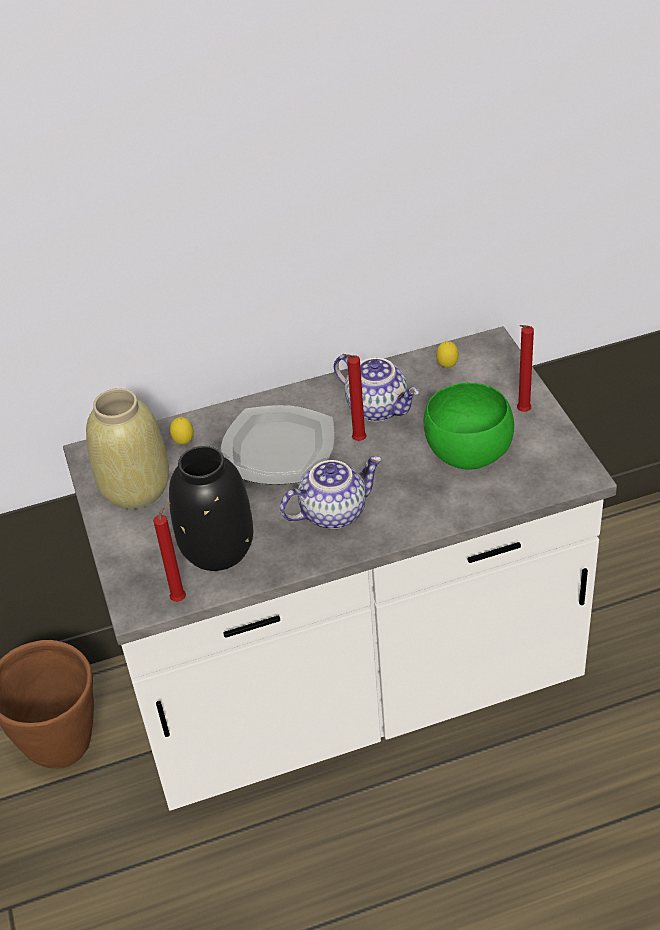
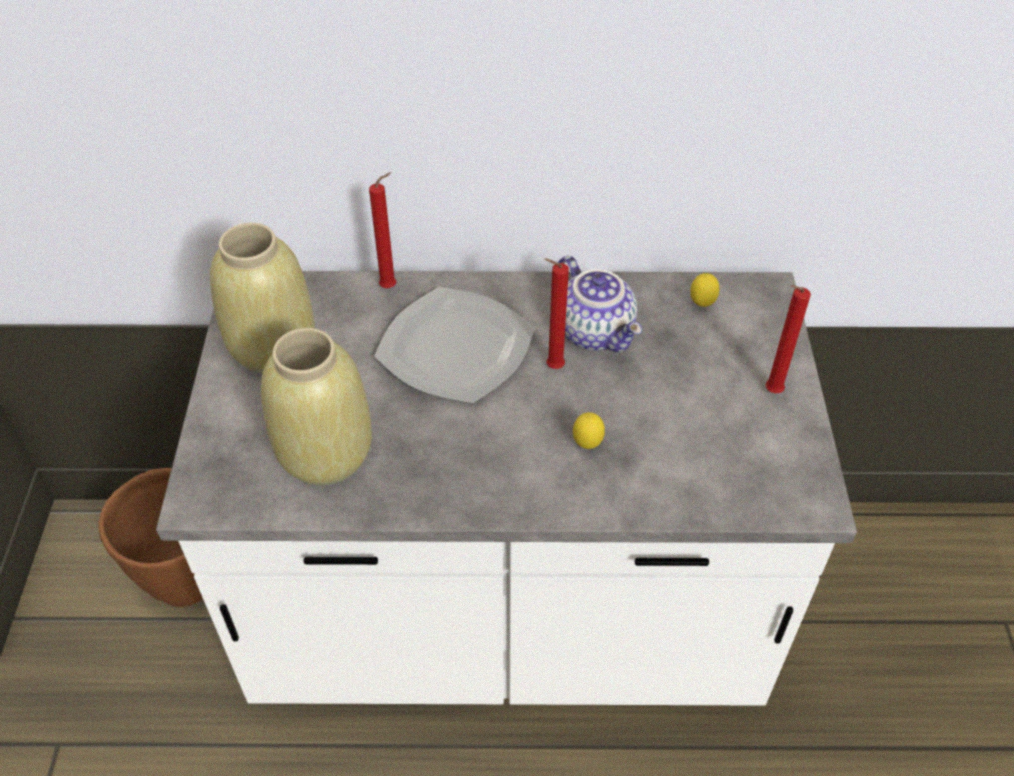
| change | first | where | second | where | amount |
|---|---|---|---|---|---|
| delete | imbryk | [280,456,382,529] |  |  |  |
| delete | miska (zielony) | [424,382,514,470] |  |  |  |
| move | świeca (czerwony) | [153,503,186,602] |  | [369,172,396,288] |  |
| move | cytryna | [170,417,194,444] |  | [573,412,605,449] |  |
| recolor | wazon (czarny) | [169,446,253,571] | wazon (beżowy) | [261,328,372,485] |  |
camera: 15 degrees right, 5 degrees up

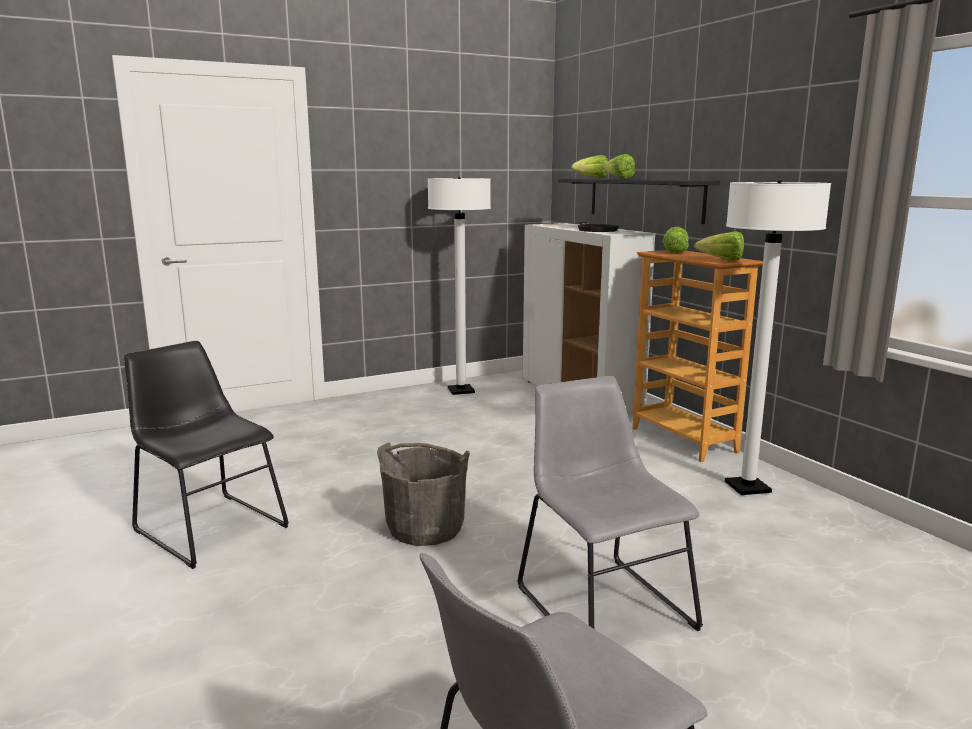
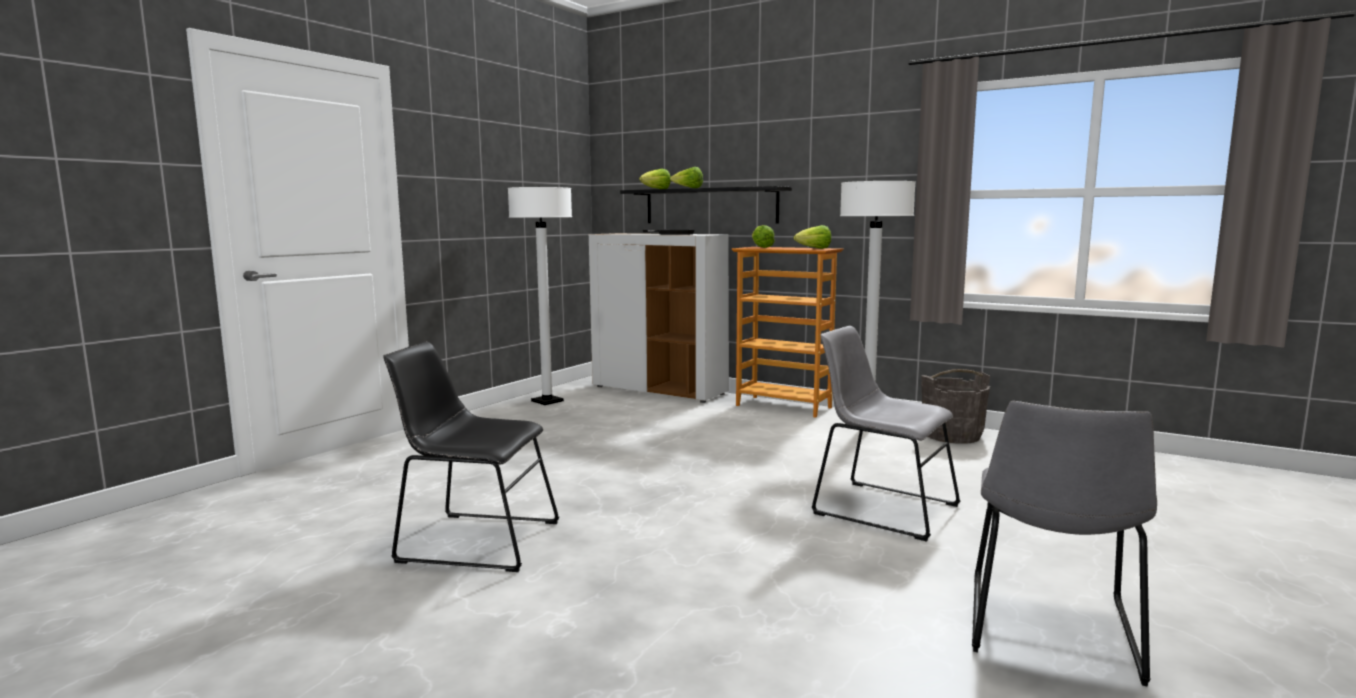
| change | first | where | second | where | amount |
|---|---|---|---|---|---|
| move | wiadro (szary) | [377,443,470,546] |  | [921,369,990,444] |  |
camera: 30 degrees left, 5 degrees down

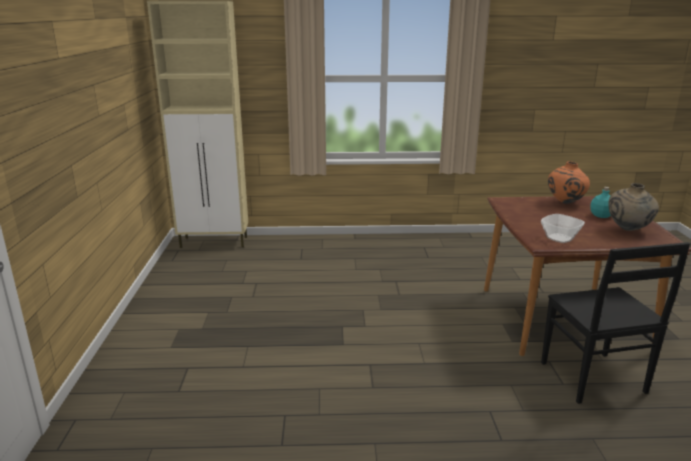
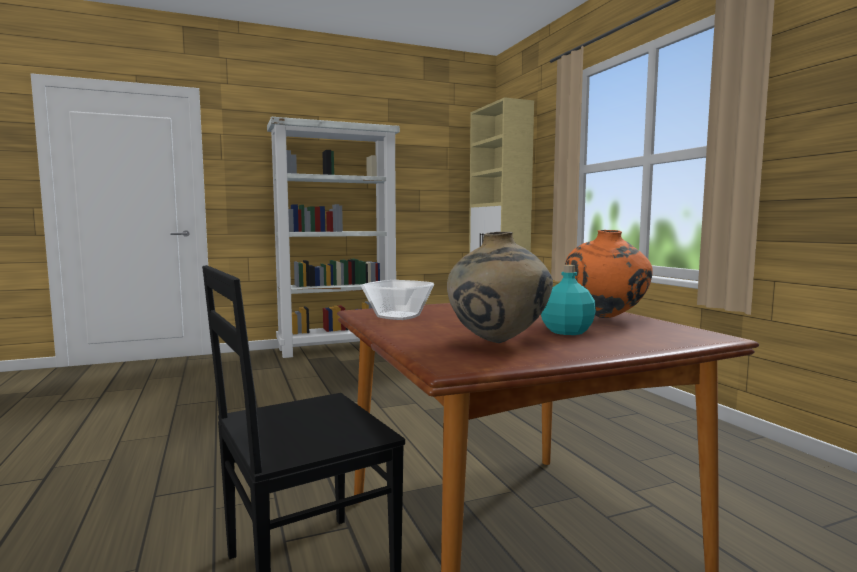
| change | first | where | second | where | amount |
|---|---|---|---|---|---|
| insert |  |  | regał (biały) | [267,117,400,358] |  |
camera: 70 degrees right, 15 degrees down

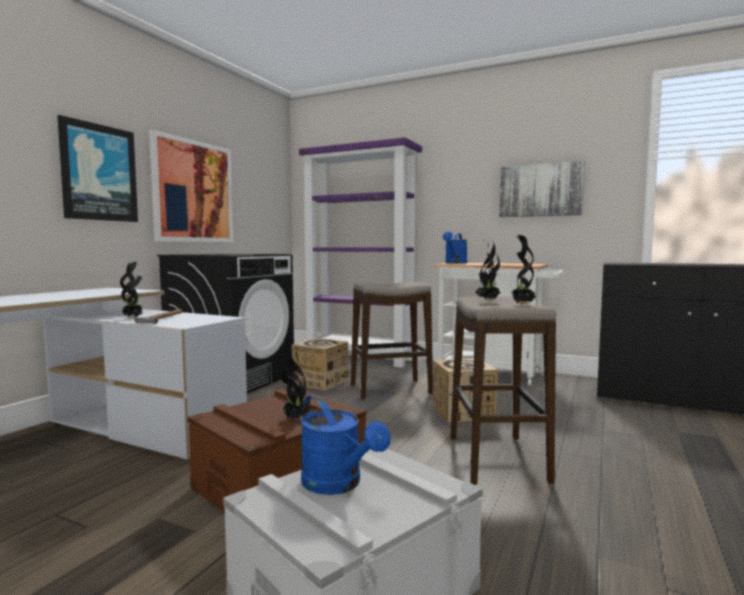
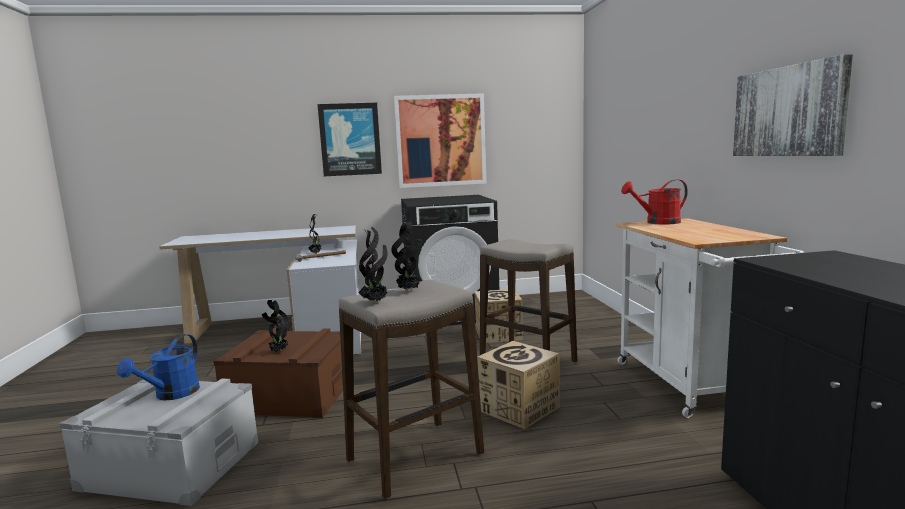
| change | first | where | second | where | amount |
|---|---|---|---|---|---|
| delete | regał (fioletowy) | [299,137,422,368] |  |  |  |
| recolor | konewka (niebieski) | [443,231,467,264] | konewka (czerwony) | [621,180,688,224] |  |
camera: 55 degrees right, 5 degrees up

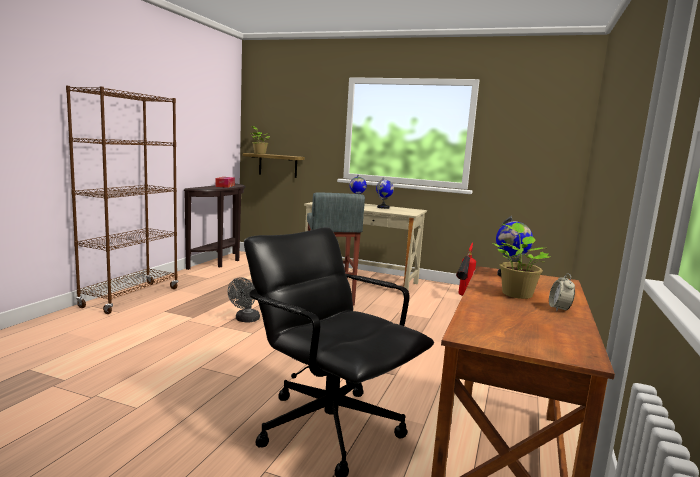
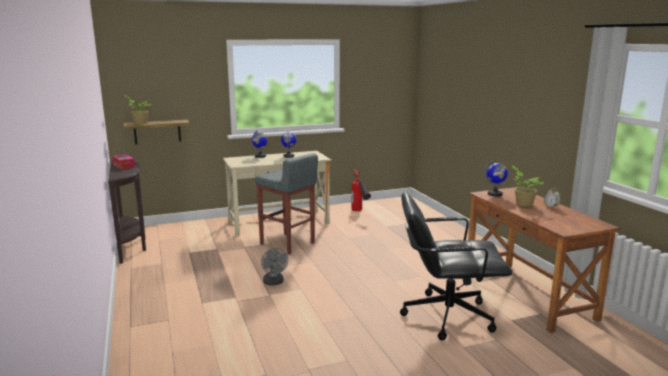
| change | first | where | second | where | amount |
|---|---|---|---|---|---|
| delete | regał (brązowy) | [66,86,178,314] |  |  |  |
camera: 40 degrees left, 5 degrees up

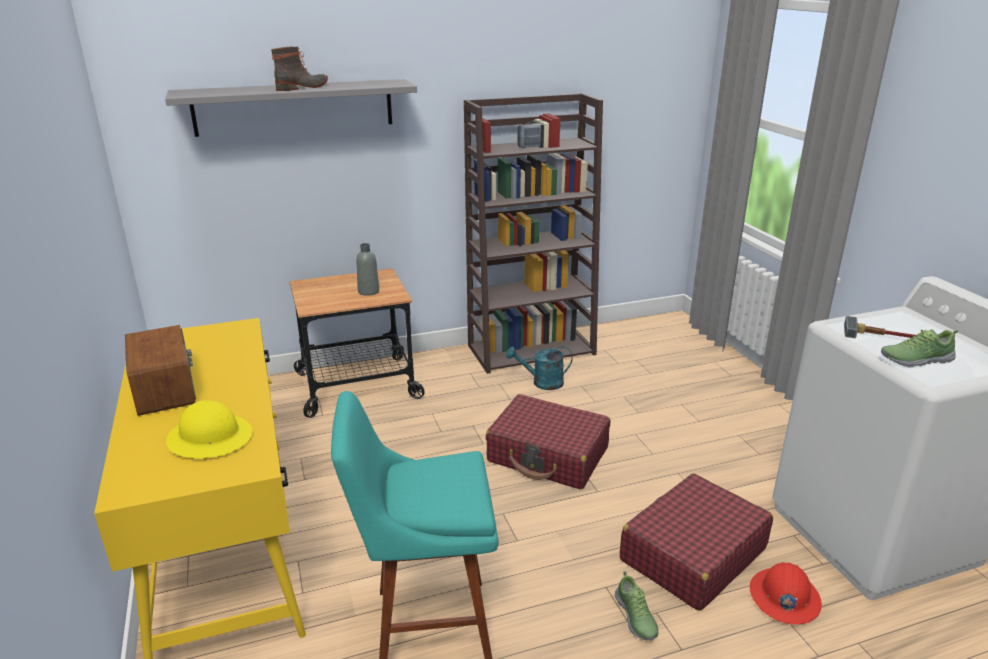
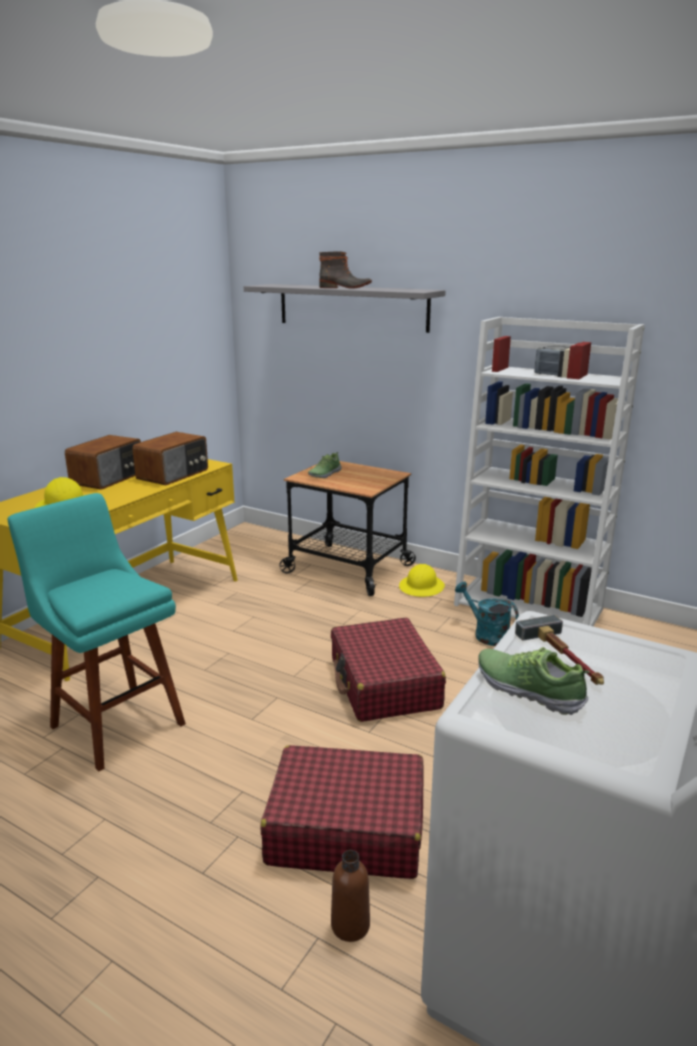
| change | first | where | second | where | amount |
|---|---|---|---|---|---|
| delete | butelka (szary) | [356,243,379,296] |  |  |  |
| insert |  |  | radio | [132,432,208,485] |  |
| insert |  |  | kask (żółty) | [399,564,445,597] |  |
| move | but | [615,571,659,640] |  | [308,452,342,478] |  |
| replace | kask (czerwony) | [750,562,822,625] | butelka (brązowy) | [331,850,370,942] |  |
| recolor | regał (brązowy) | [464,93,603,374] | regał (biały) | [454,317,645,626] |  |
camera: 50 degrees right, 5 degrees down

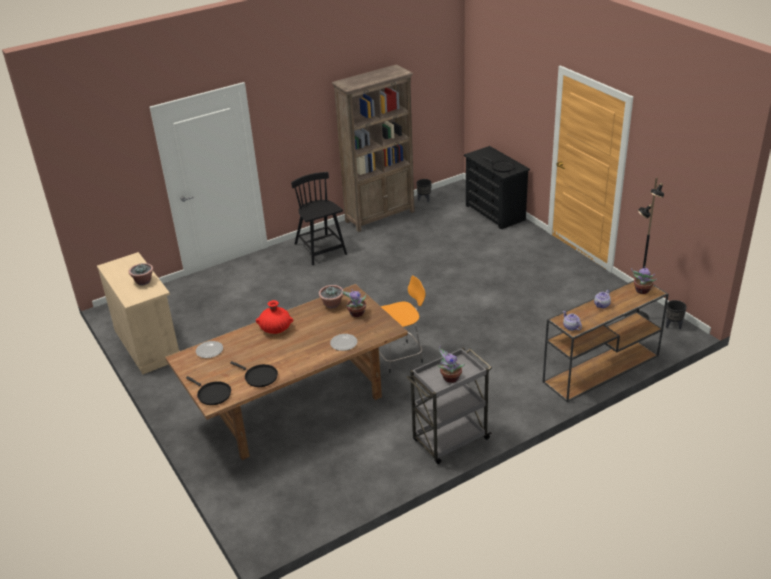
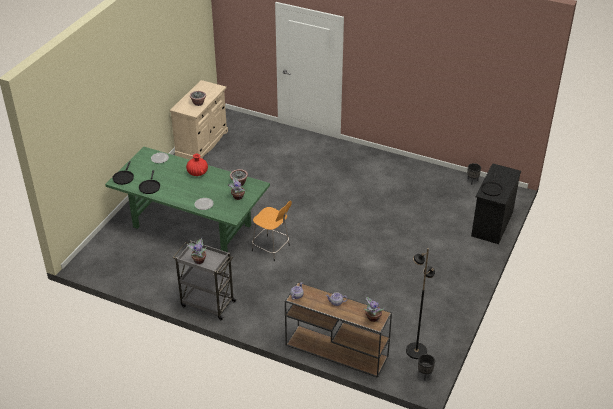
| change | first | where | second | where | amount |
|---|---|---|---|---|---|
| delete | krzesło (czarny) | [291,172,347,265] |  |  |  |
| delete | regał (brązowy) | [332,64,415,232] |  |  |  |
| recolor | stół jadalny (brązowy) | [165,284,408,460] | stół jadalny (zielony) | [105,146,270,252] |  |
camera: 55 degrees right, 5 degrees up

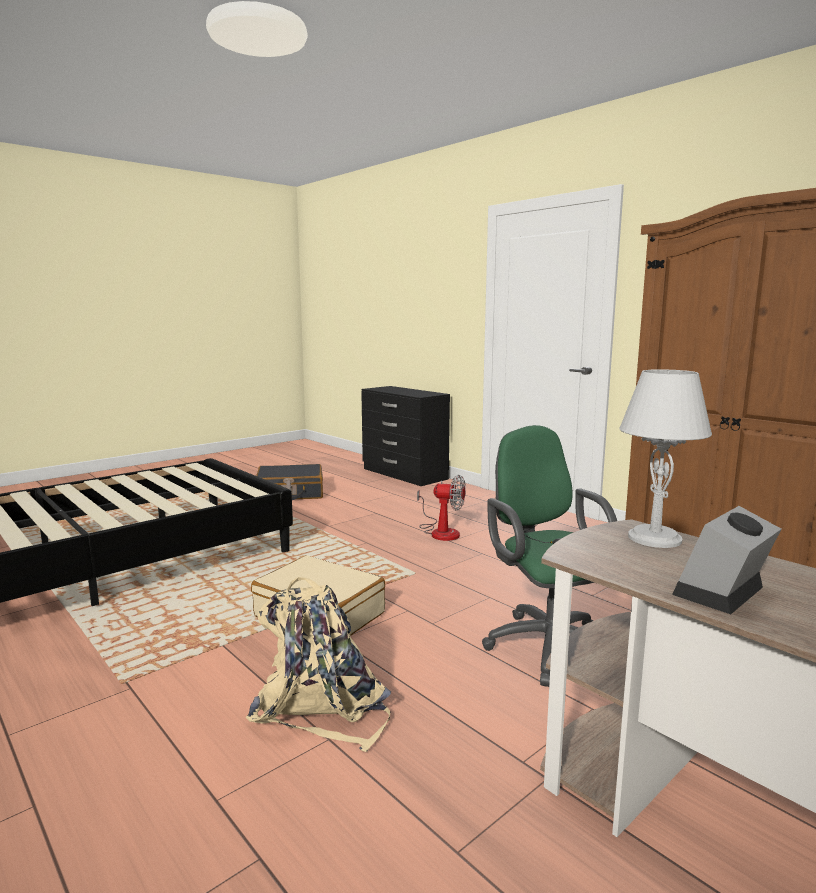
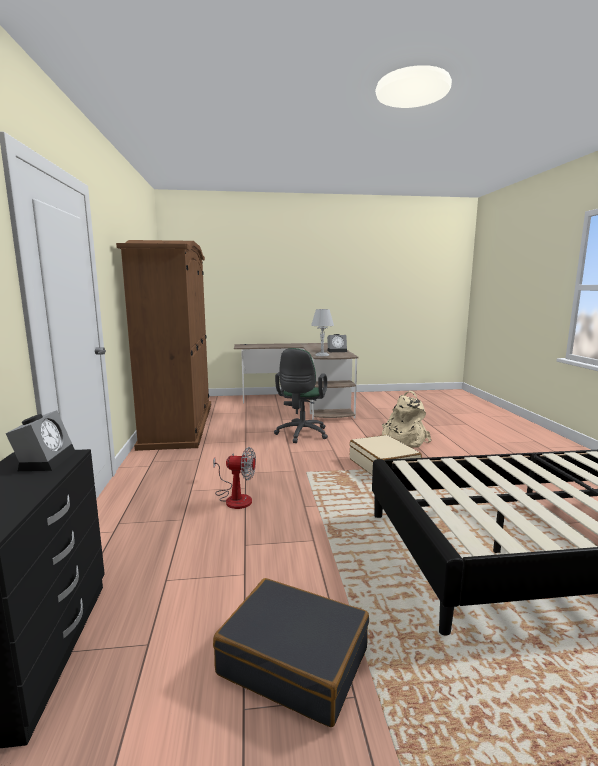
| change | first | where | second | where | amount |
|---|---|---|---|---|---|
| insert |  |  | budzik | [6,410,76,471] |  |
| rotate | wentylator | [417,475,466,541] |  | [213,447,256,509] | 135 degrees clockwise |
camera: 145 degrees left, 0 degrees up

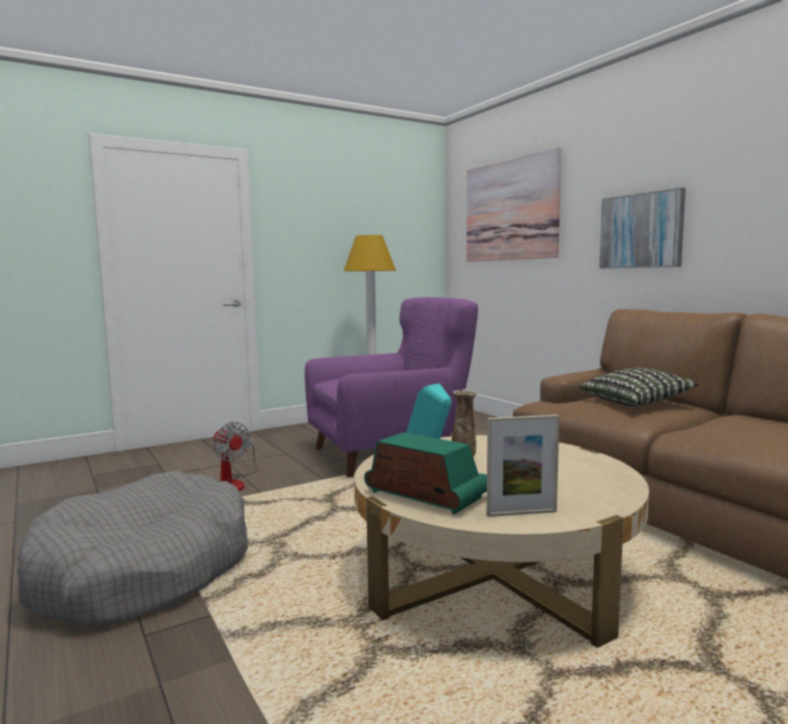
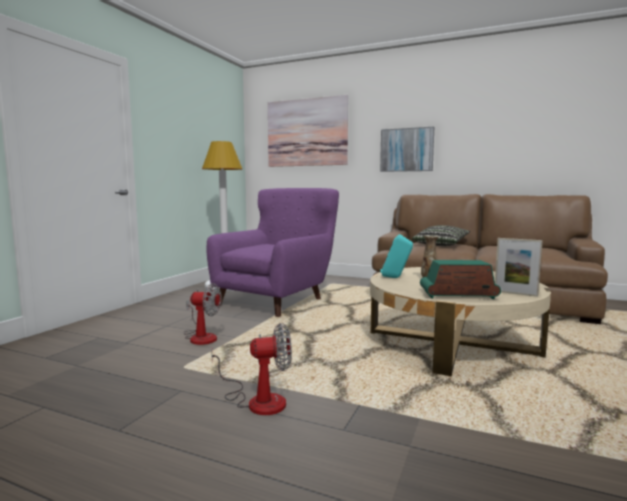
| change | first | where | second | where | amount |
|---|---|---|---|---|---|
| replace | legowisko (szary) | [17,471,248,625] | wentylator | [211,323,292,415] |  |
| rotate | ramka na zdjęcie | [487,415,559,517] |  | [495,238,543,297] | 75 degrees clockwise |
camera: 35 degrees left, 0 degrees up

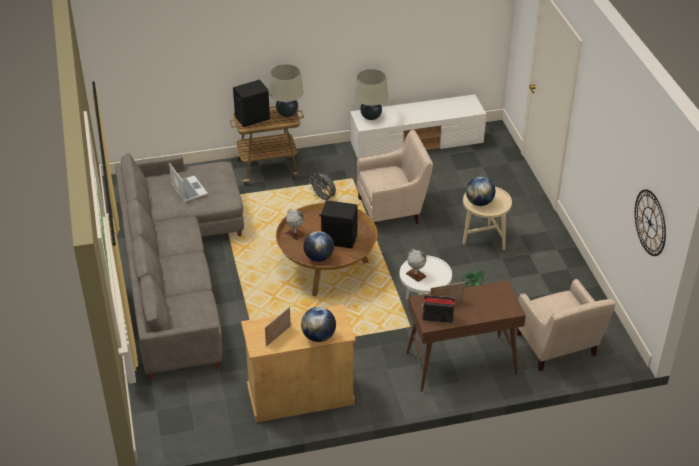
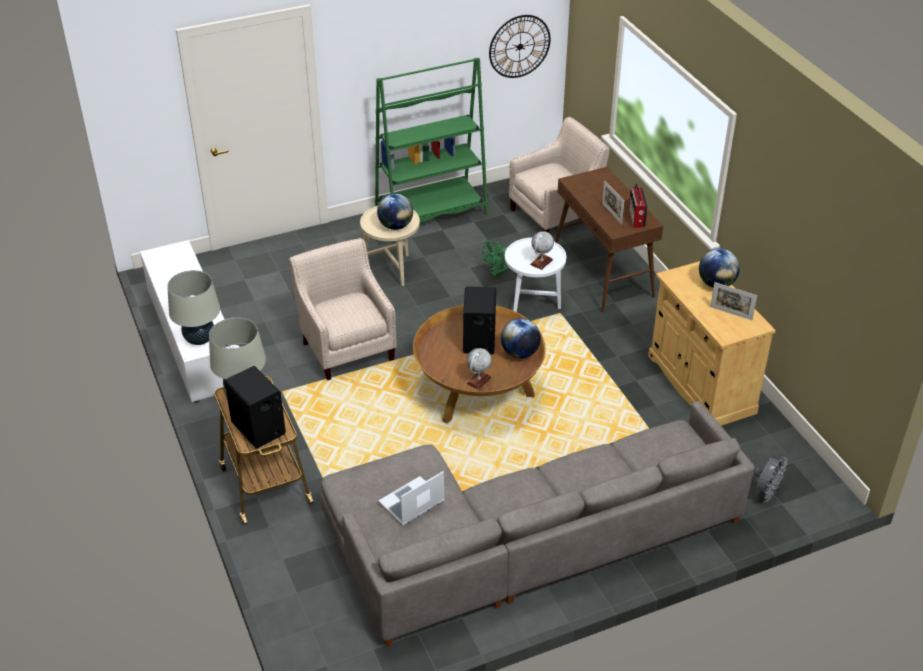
| change | first | where | second | where | amount |
|---|---|---|---|---|---|
| insert |  |  | regał (zielony) | [375,58,488,222] |  |
| move | wentylator (szary) | [310,172,336,202] |  | [755,455,787,502] |  |
camera: 100 degrees left, 0 degrees up

